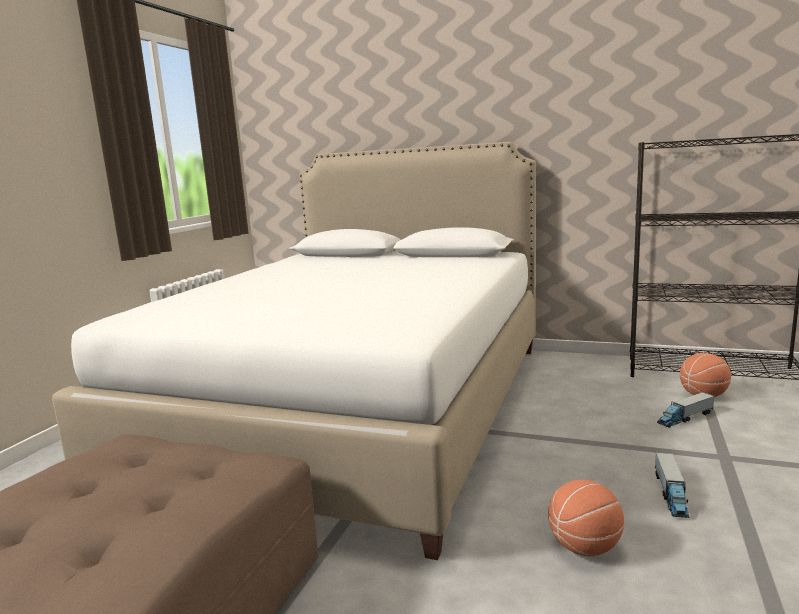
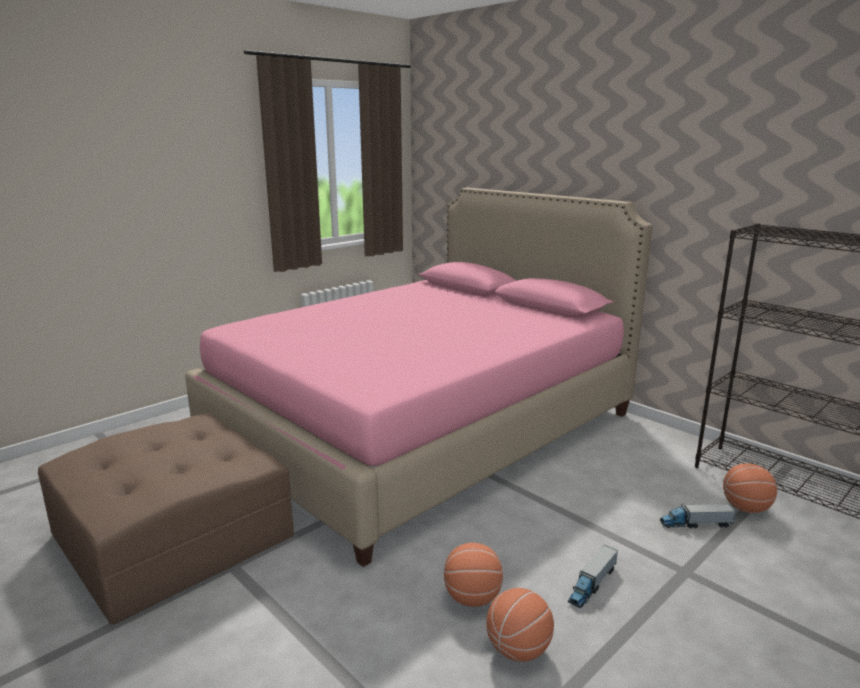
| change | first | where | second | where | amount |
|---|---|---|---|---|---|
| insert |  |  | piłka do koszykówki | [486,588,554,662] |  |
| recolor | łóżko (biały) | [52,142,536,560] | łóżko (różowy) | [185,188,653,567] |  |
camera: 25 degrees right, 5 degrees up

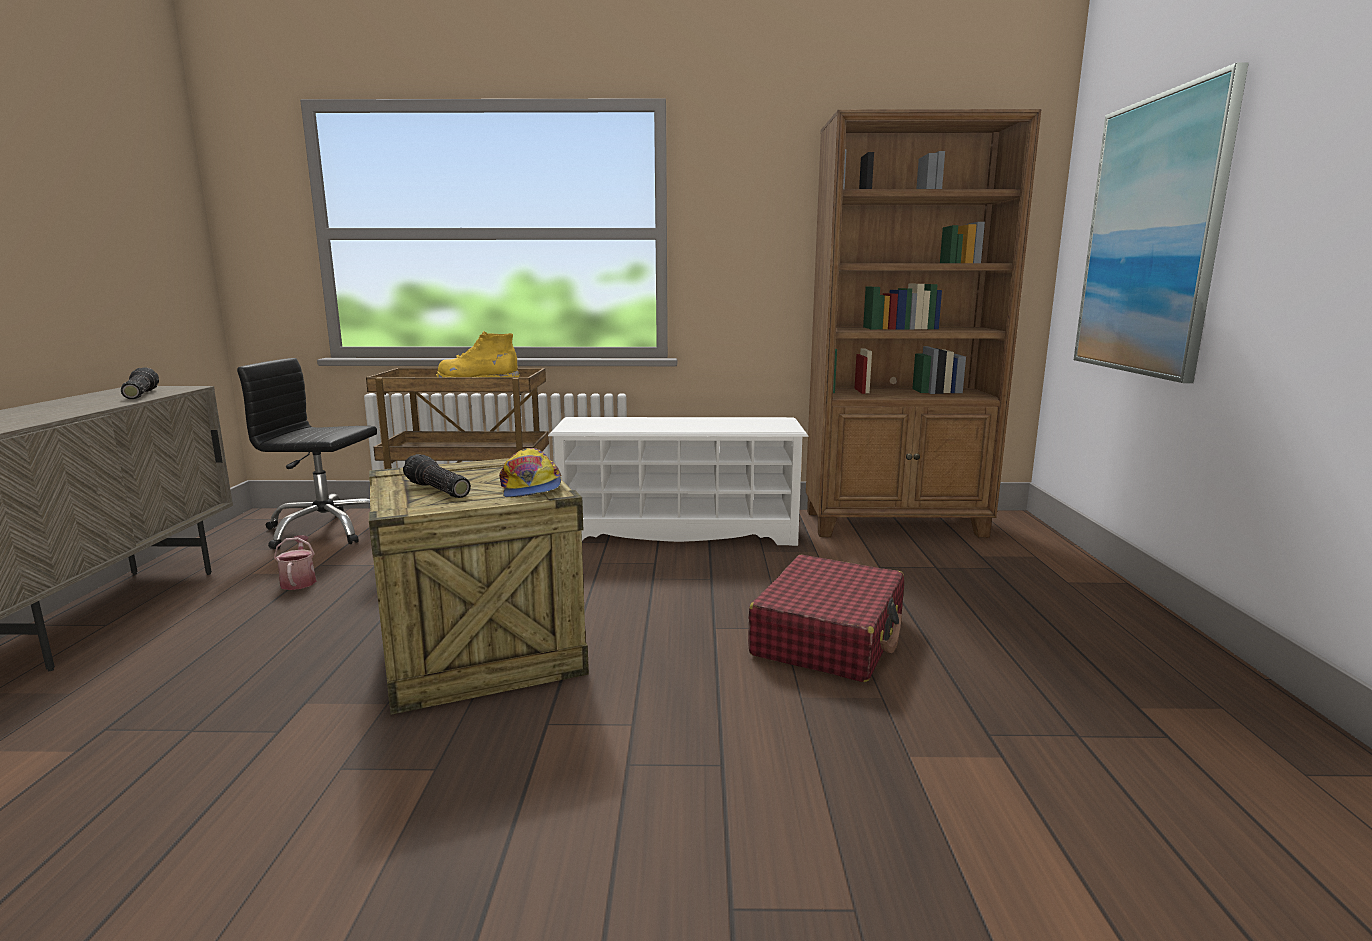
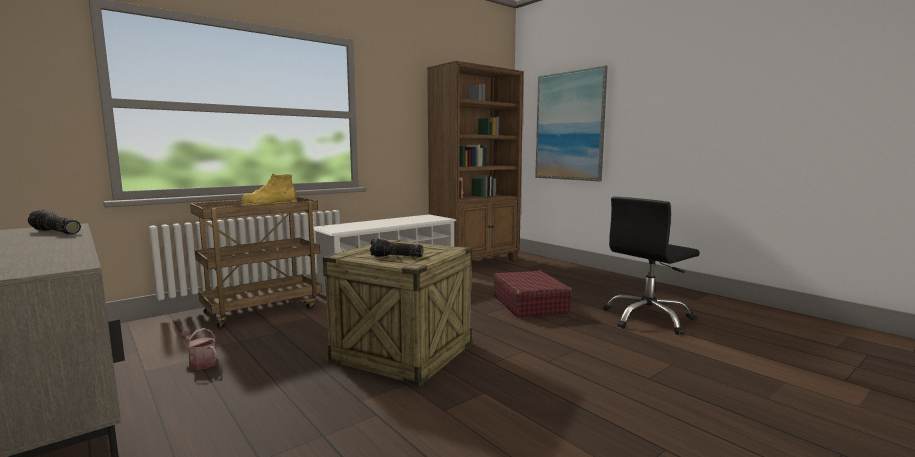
| change | first | where | second | where | amount |
|---|---|---|---|---|---|
| delete | czapka z daszkiem | [499,448,561,497] |  |  |  |
| move | krzesło biurowe (czarny) | [237,358,377,549] |  | [603,197,700,335] |  |
camera: 40 degrees left, 5 degrees down

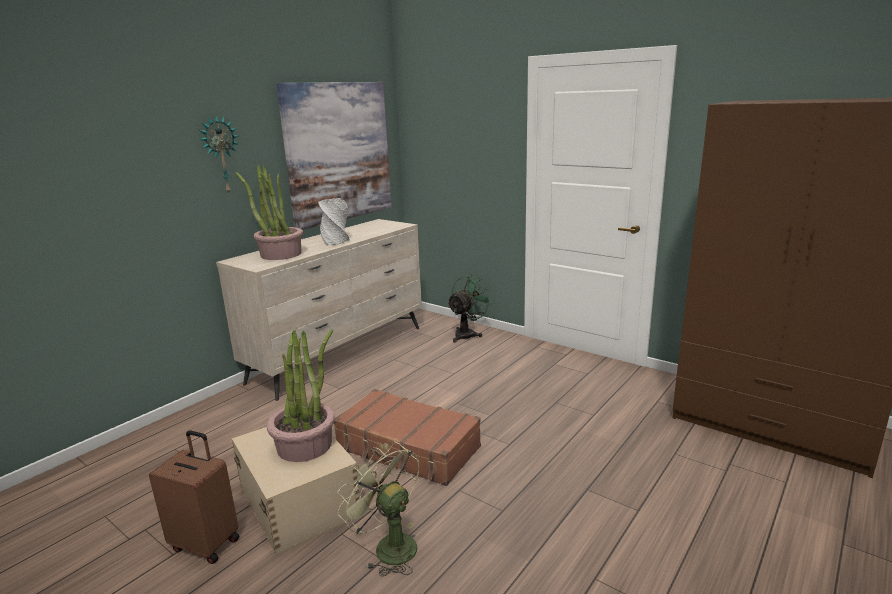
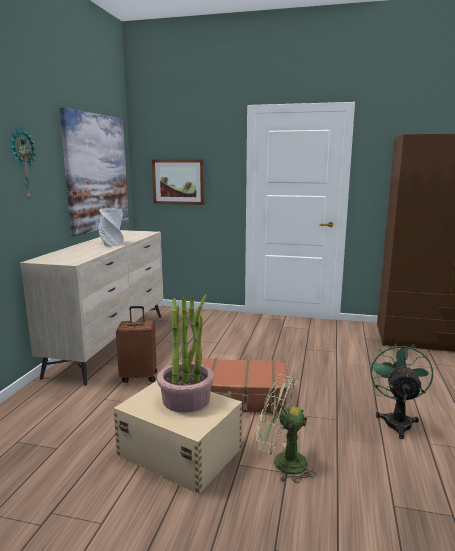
| change | first | where | second | where | amount |
|---|---|---|---|---|---|
| delete | roślina doniczkowa | [235,165,303,260] |  |  |  |
| insert |  |  | obraz | [152,159,204,205] |  |
| move | walizka (brązowy) | [149,430,239,564] |  | [116,306,157,383] |  |
| move | wentylator (zielony) | [447,274,494,343] |  | [370,343,433,439] |  |
camera: 25 degrees left, 5 degrees down

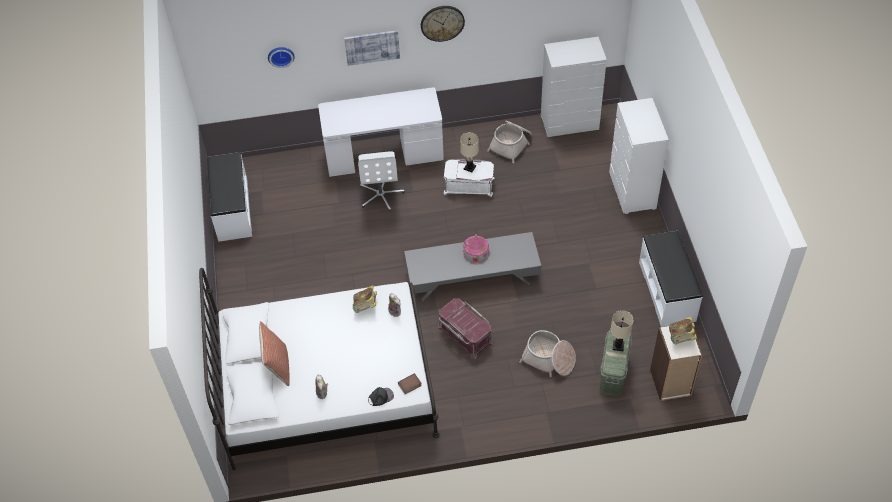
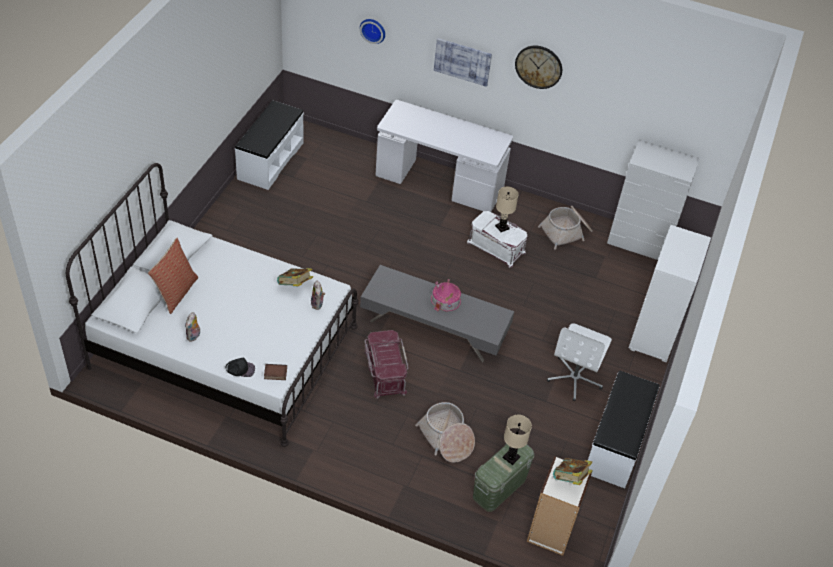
| change | first | where | second | where | amount |
|---|---|---|---|---|---|
| move | krzesło biurowe (biały) | [358,151,405,212] |  | [547,323,612,401] |  |
camera: 25 degrees right, 5 degrees down

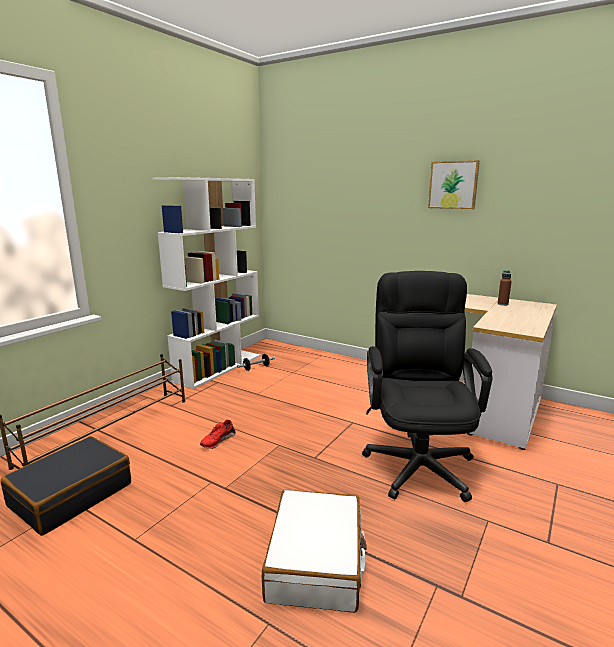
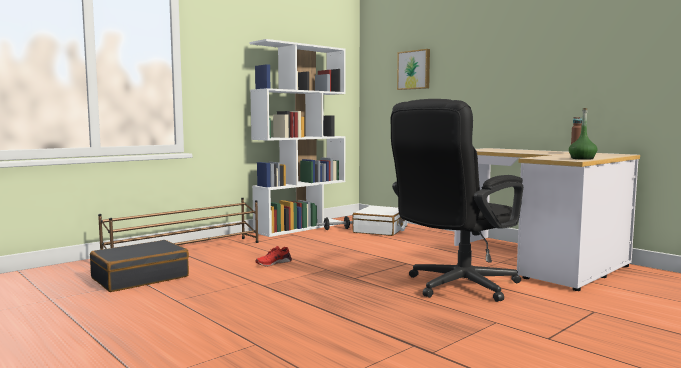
| change | first | where | second | where | amount |
|---|---|---|---|---|---|
| insert |  |  | butelka (zielony) | [569,108,598,160] |  |
| move | walizka (biały) | [262,490,367,613] |  | [352,205,408,236] |  |
| move | obraz | [428,160,480,209] |  | [397,49,430,90] |  |
| rotate | krzesło biurowe (czarny) | [362,271,493,502] |  | [391,99,523,302] | 150 degrees counterclockwise |
camera: 15 degrees right, 10 degrees down

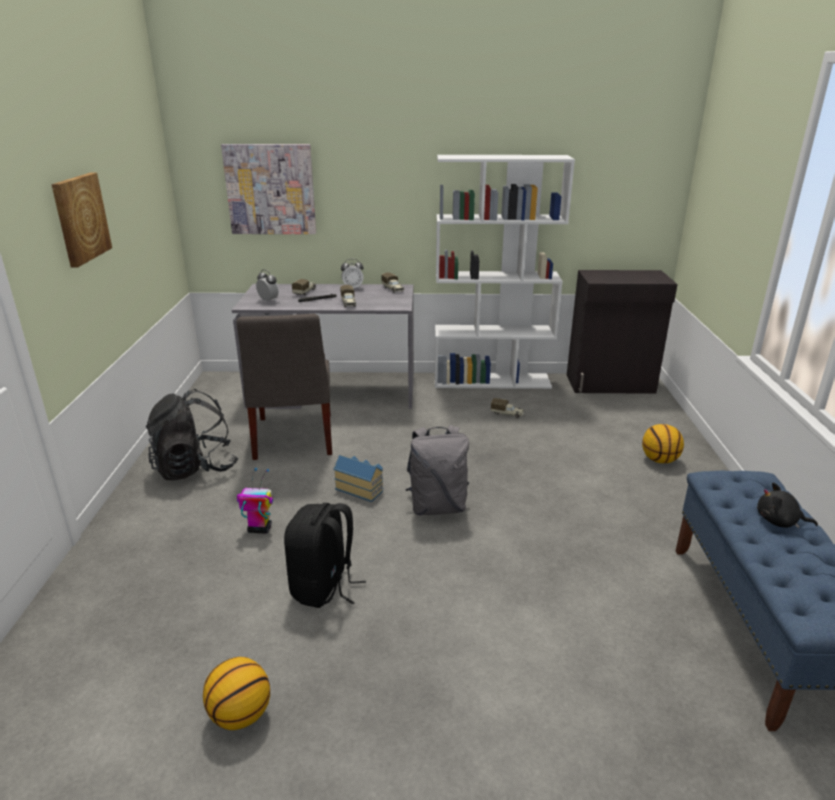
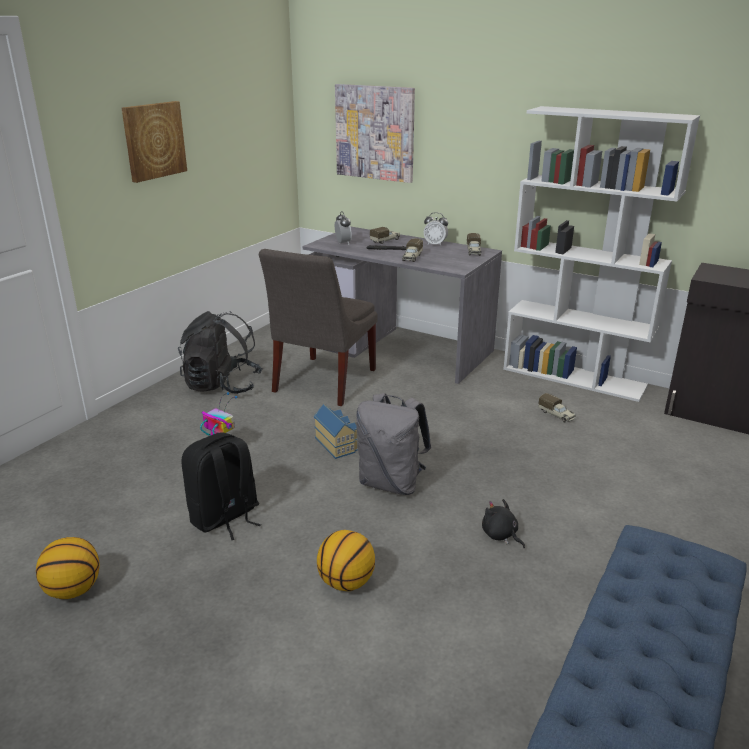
| change | first | where | second | where | amount |
|---|---|---|---|---|---|
| move | piłka do koszykówki | [642,424,684,463] |  | [317,530,375,591] |  |
| move | pluszak (czarny) | [757,482,818,528] |  | [482,499,525,548] |  |
camera: 30 degrees right, 0 degrees up

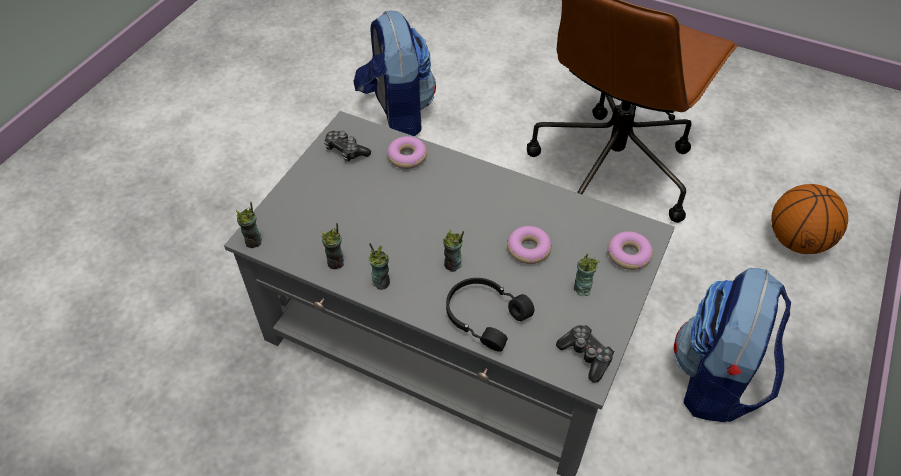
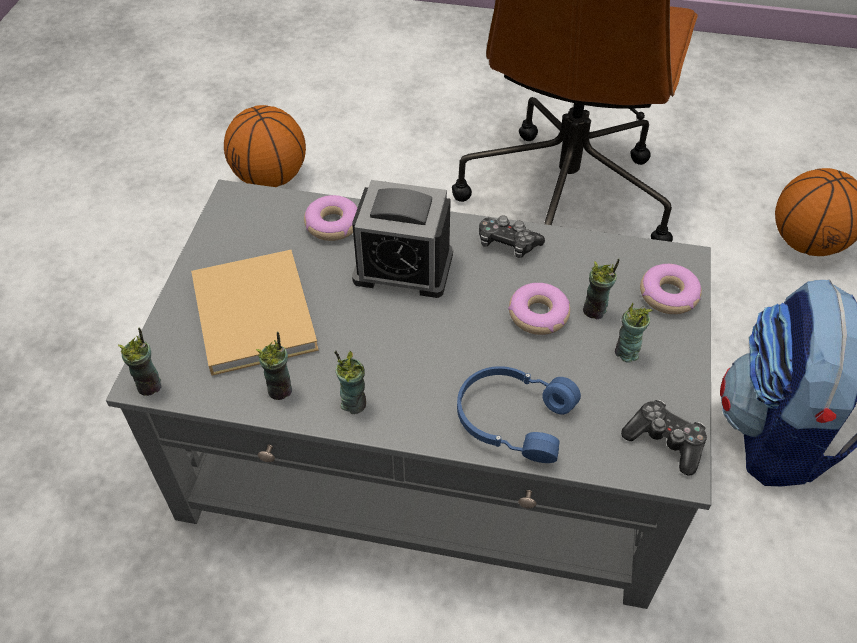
| change | first | where | second | where | amount |
|---|---|---|---|---|---|
| insert |  |  | książka (beżowy) | [191,250,319,376] |  |
| insert |  |  | budzik | [352,180,453,298] |  |
| move | pad do gier | [324,131,371,162] |  | [479,215,545,258] |  |
| move | filiżanka | [443,229,464,272] |  | [583,258,620,319] |  |
| replace | plecak | [353,11,436,136] | piłka do koszykówki | [224,105,306,187] |  |
| recolor | słuchawki (czarny) | [446,278,534,352] | słuchawki (niebieski) | [457,366,581,463] |  |
camera: 15 degrees left, 0 degrees up

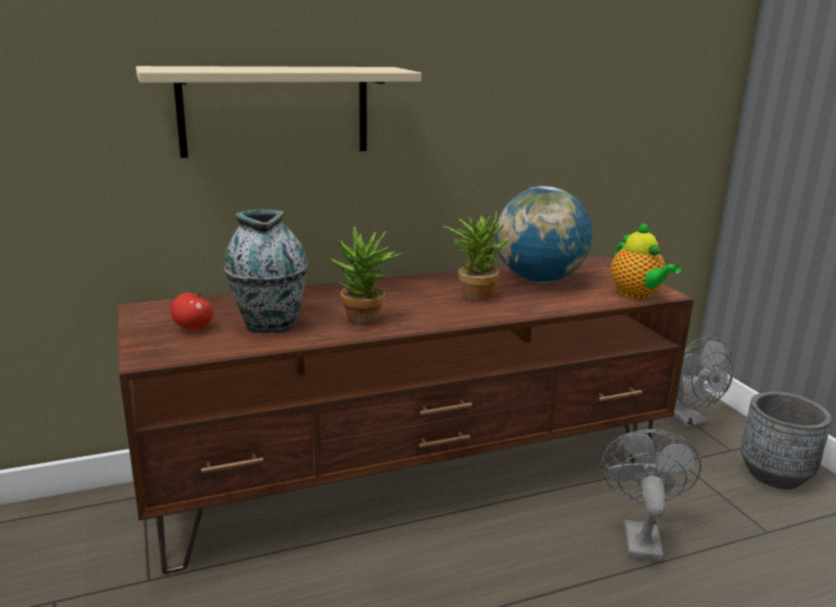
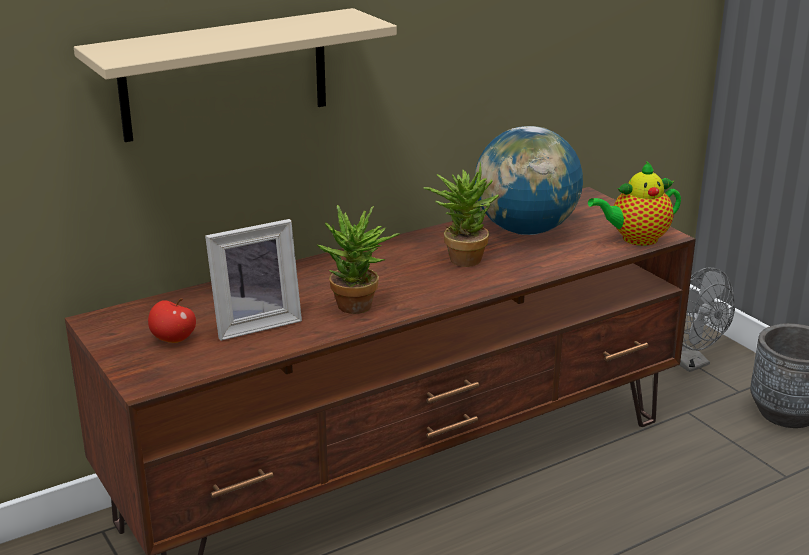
| change | first | where | second | where | amount |
|---|---|---|---|---|---|
| delete | wentylator (szary) | [601,429,701,562] |  |  |  |
| replace | wazon | [224,209,308,333] | ramka na zdjęcie | [205,219,302,341] |  |
| rotate | imbryk | [610,222,681,299] |  | [588,161,681,246] | 105 degrees clockwise |
camera: 10 degrees left, 5 degrees up

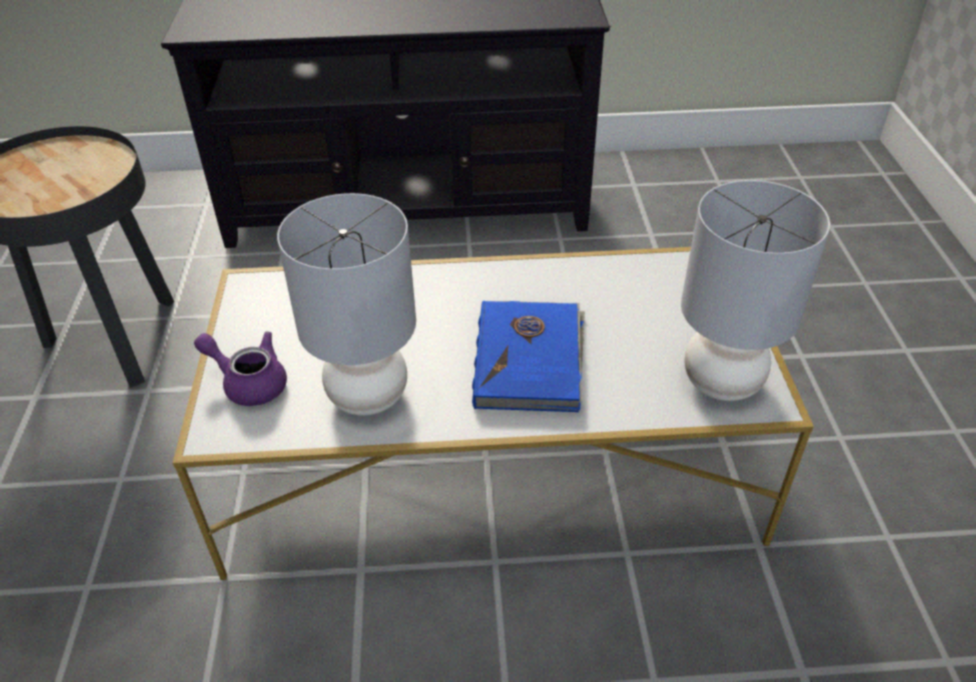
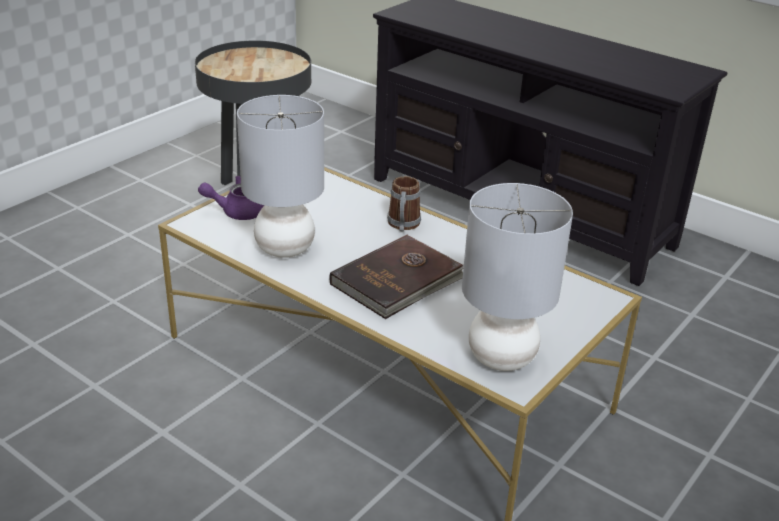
| change | first | where | second | where | amount |
|---|---|---|---|---|---|
| insert |  |  | kubek | [387,176,421,232] |  |
| recolor | książka (niebieski) | [472,301,585,412] | książka (brązowy) | [329,235,464,319] |  |
| rotate | imbryk (fioletowy) | [194,331,287,406] |  | [198,176,265,220] | 75 degrees counterclockwise |
camera: 40 degrees right, 10 degrees down

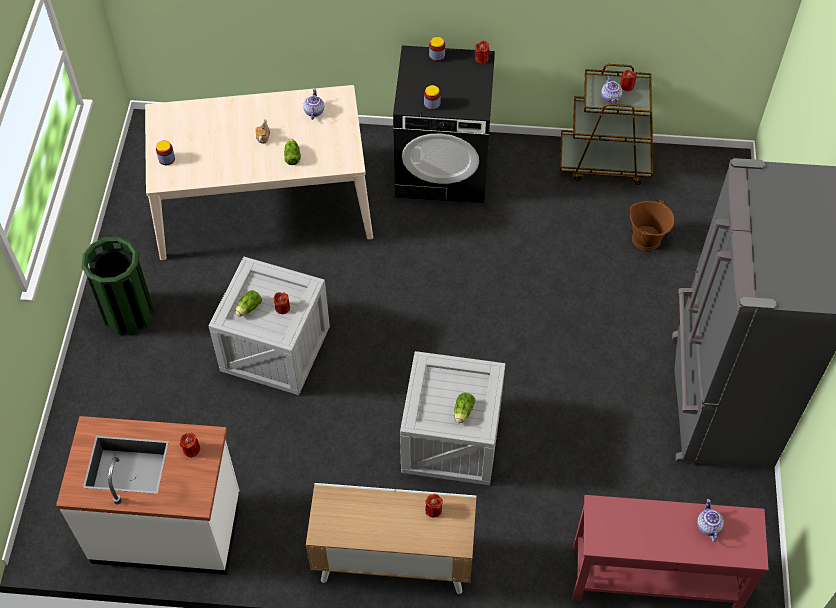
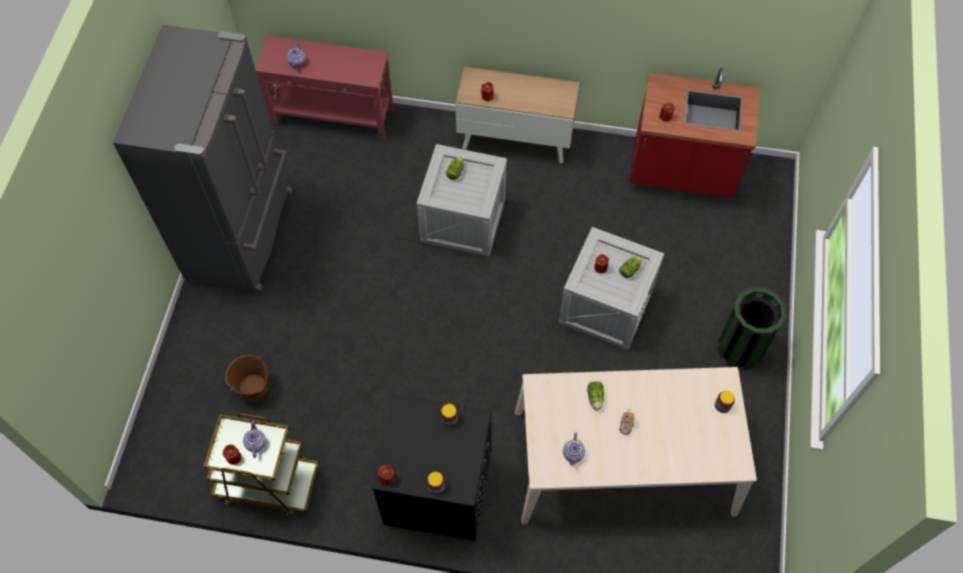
| change | first | where | second | where | amount |
|---|---|---|---|---|---|
| recolor | zabudowa kuchenna (biały) | [56,416,239,575] | zabudowa kuchenna (czerwony) | [630,68,759,198] |  |
camera: 175 degrees left, 5 degrees up

